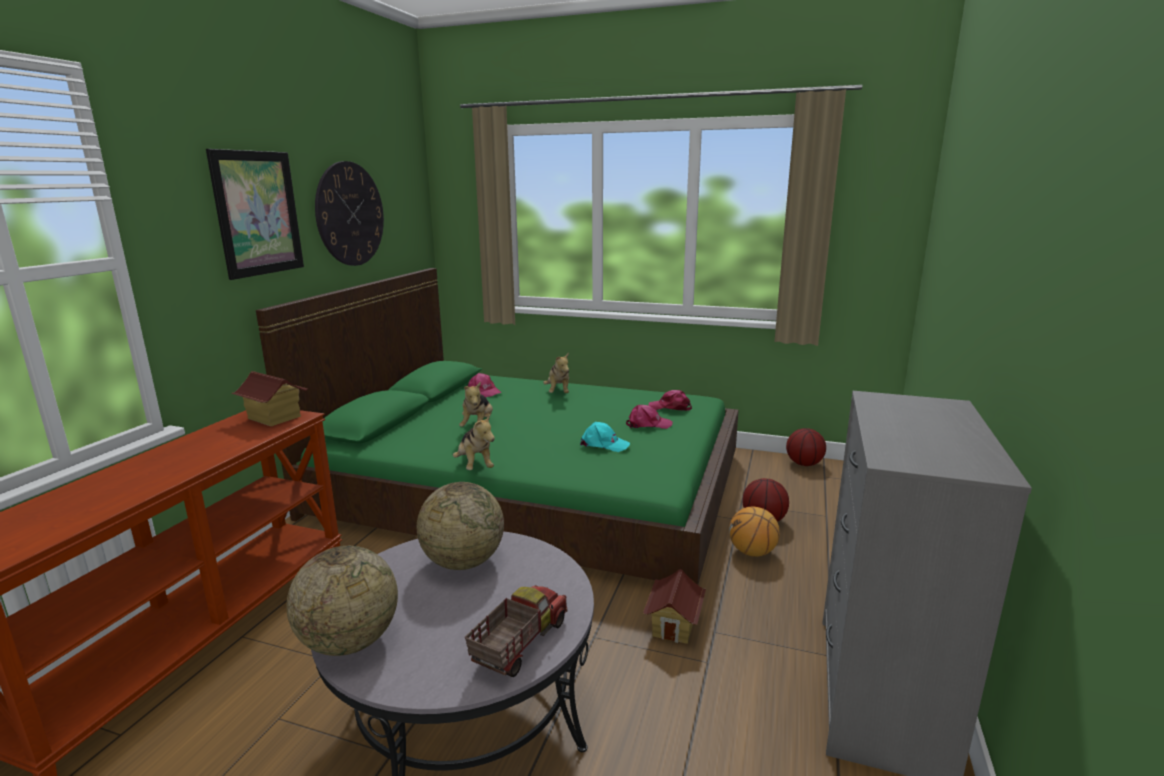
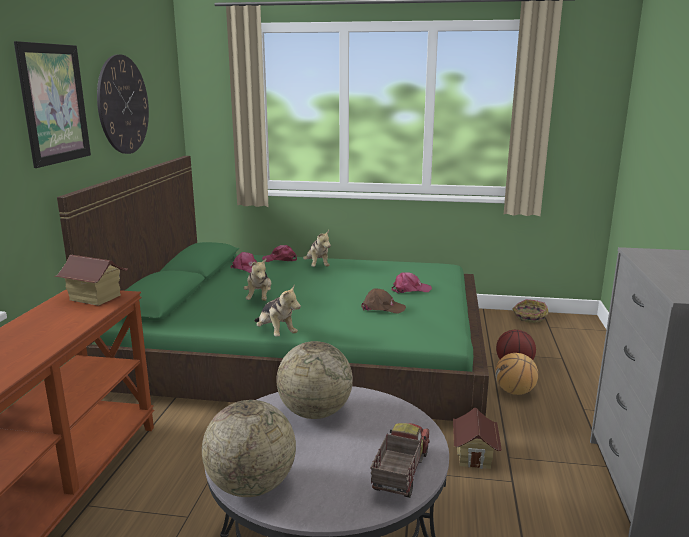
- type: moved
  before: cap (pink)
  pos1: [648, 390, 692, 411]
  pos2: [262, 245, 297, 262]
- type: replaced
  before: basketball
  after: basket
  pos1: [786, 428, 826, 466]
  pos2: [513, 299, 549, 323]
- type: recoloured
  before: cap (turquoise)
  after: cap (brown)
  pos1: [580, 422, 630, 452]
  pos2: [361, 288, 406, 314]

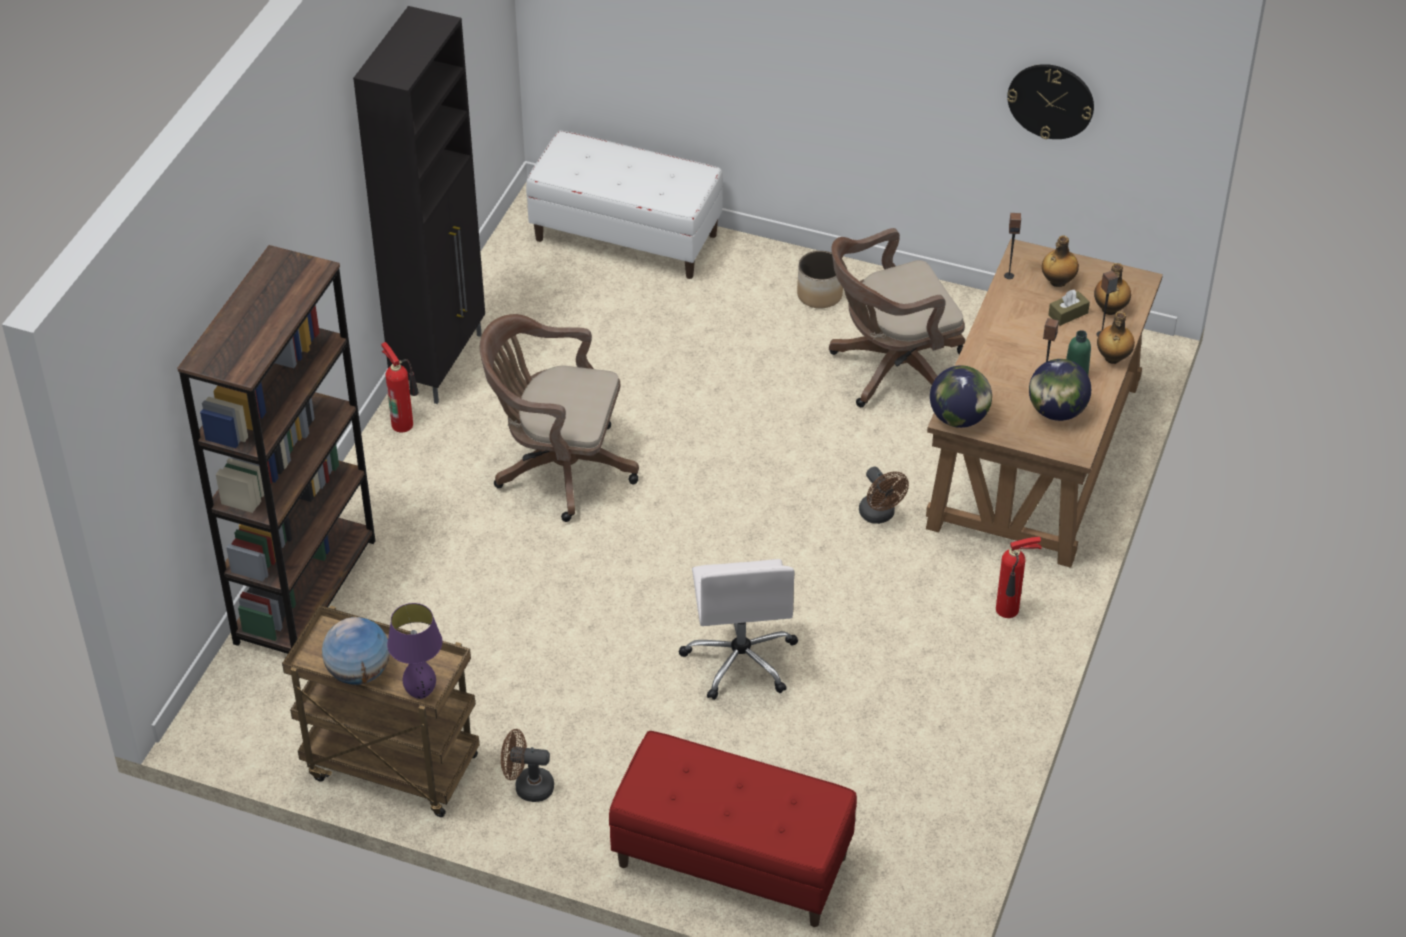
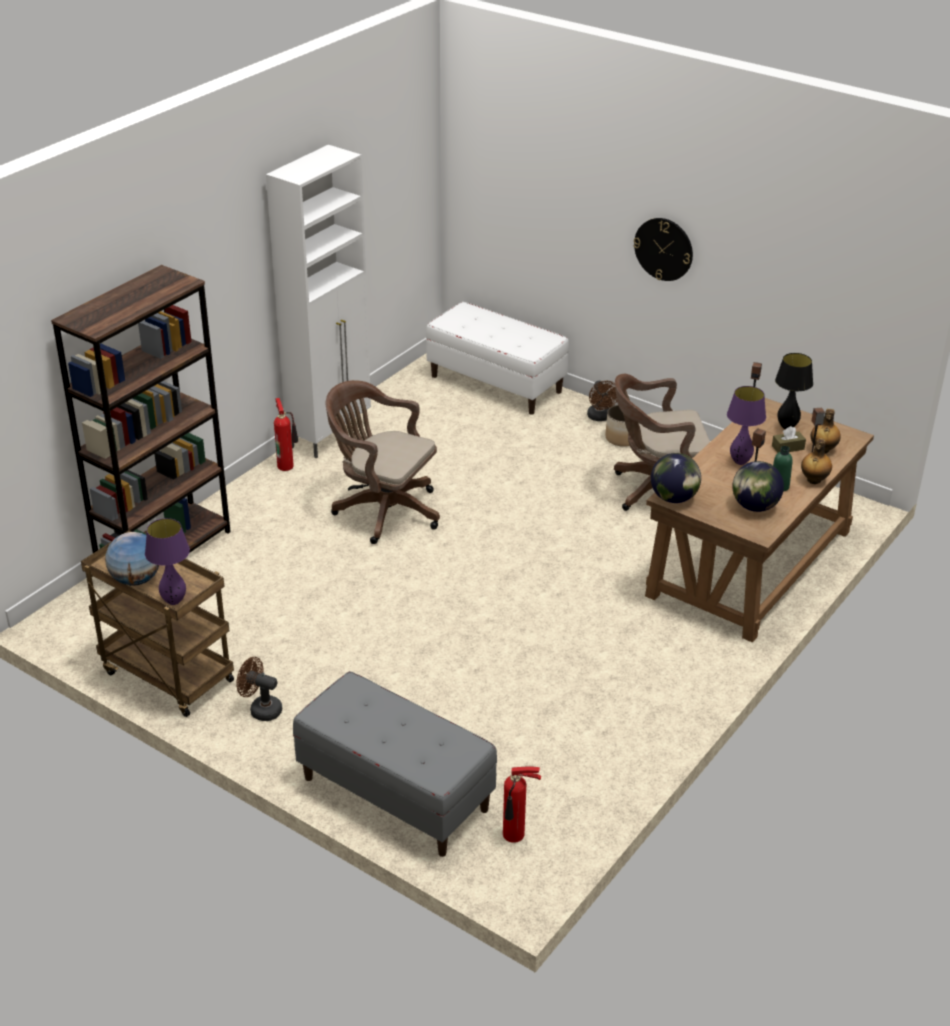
- type: removed
  before: office chair (white)
  pos1: [679, 559, 798, 700]
- type: added
  after: table lamp (purple)
  pos2: [727, 386, 766, 465]
- type: moved
  before: fan (brown)
  pos1: [859, 467, 909, 524]
  pos2: [587, 381, 617, 421]
- type: moved
  before: fire extinguisher
  pos1: [996, 537, 1042, 618]
  pos2: [503, 766, 541, 843]
- type: moved
  before: wall clock
  pos1: [1007, 64, 1094, 139]
  pos2: [633, 218, 693, 281]
- type: replaced
  before: bottle
  after: table lamp (black)
  pos1: [1042, 235, 1079, 287]
  pos2: [775, 353, 813, 429]
- type: recoloured
  before: cabinet (black)
  after: cabinet (white)
  pos1: [353, 6, 485, 404]
  pos2: [266, 145, 371, 458]
- type: recoloured
  before: bench (red)
  after: bench (grey)
  pos1: [609, 731, 857, 927]
  pos2: [293, 671, 497, 857]

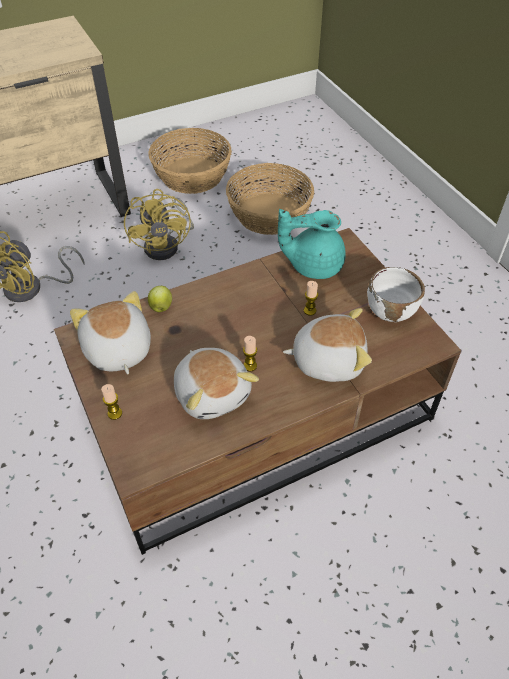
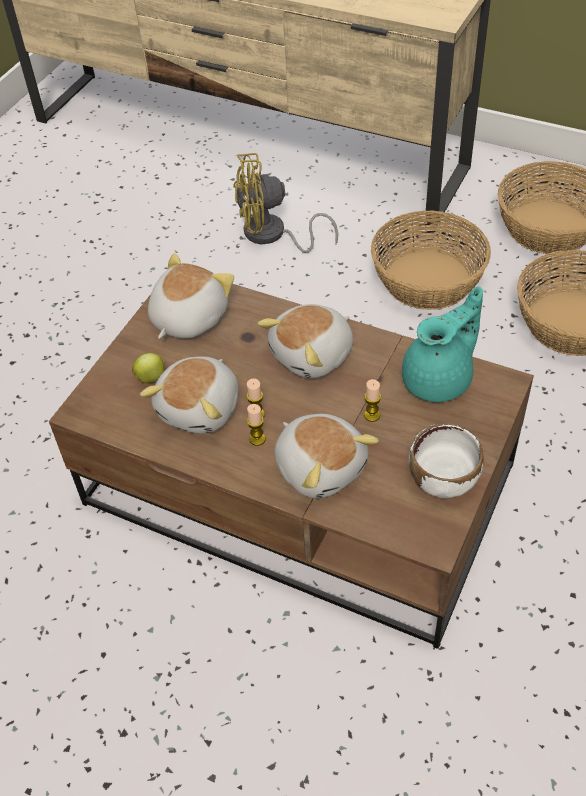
- type: added
  after: plush toy
  pos2: [257, 304, 353, 379]
- type: moved
  before: candle
  pos1: [101, 384, 122, 420]
  pos2: [247, 404, 266, 446]
- type: moved
  before: apple
  pos1: [148, 286, 172, 312]
  pos2: [132, 353, 165, 383]
- type: replaced
  before: fan (yellow)
  after: basket
  pos1: [124, 189, 194, 260]
  pos2: [371, 210, 491, 310]
- type: turned
  before: teapot (turquoise)
  pos1: [278, 209, 346, 279]
  pos2: [402, 286, 483, 402]
  turn: 90

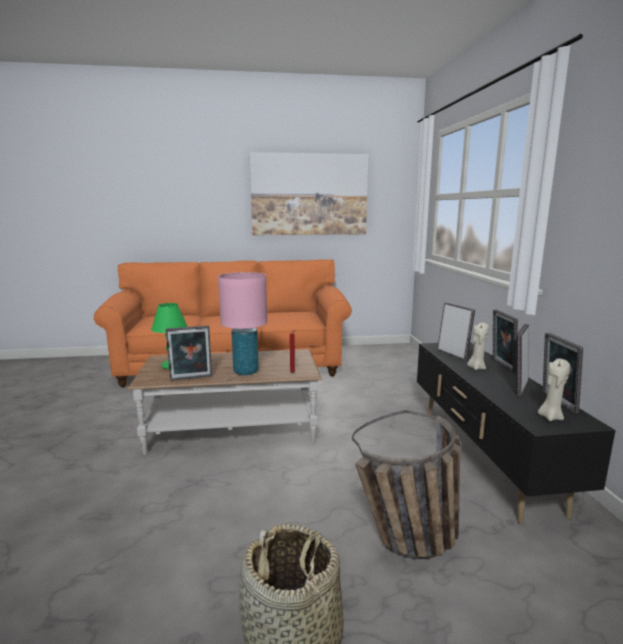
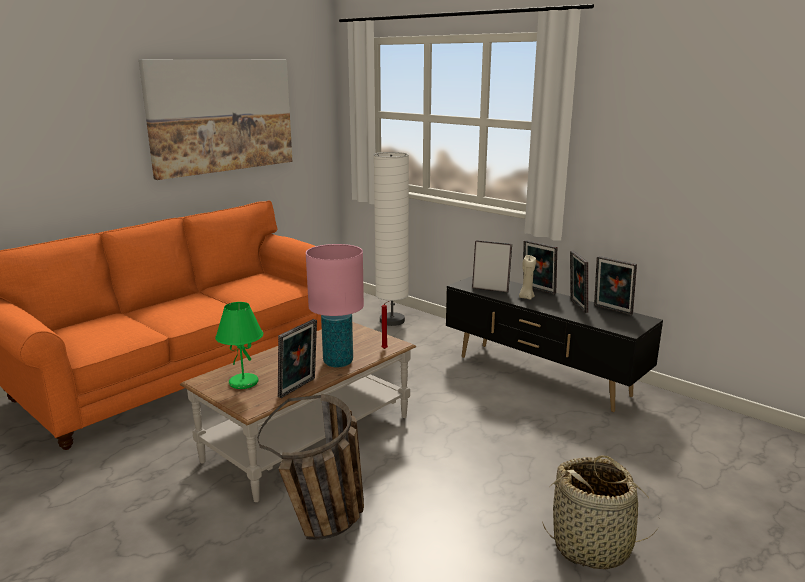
- type: removed
  before: candle (beige)
  pos1: [538, 359, 570, 421]
- type: added
  after: floor lamp (white)
  pos2: [374, 152, 409, 326]
- type: moved
  before: basket
  pos1: [352, 410, 460, 559]
  pos2: [258, 394, 364, 540]

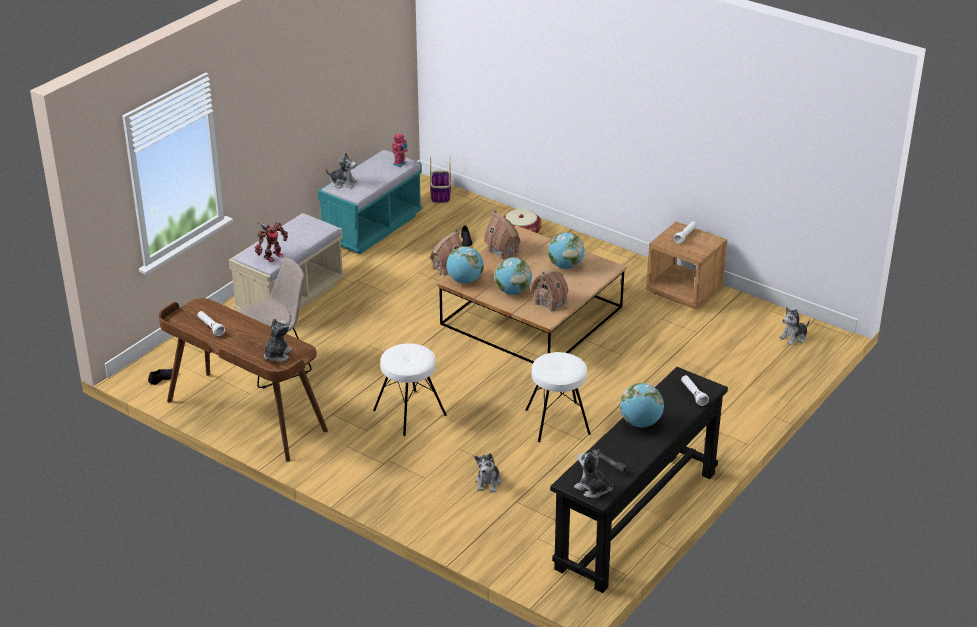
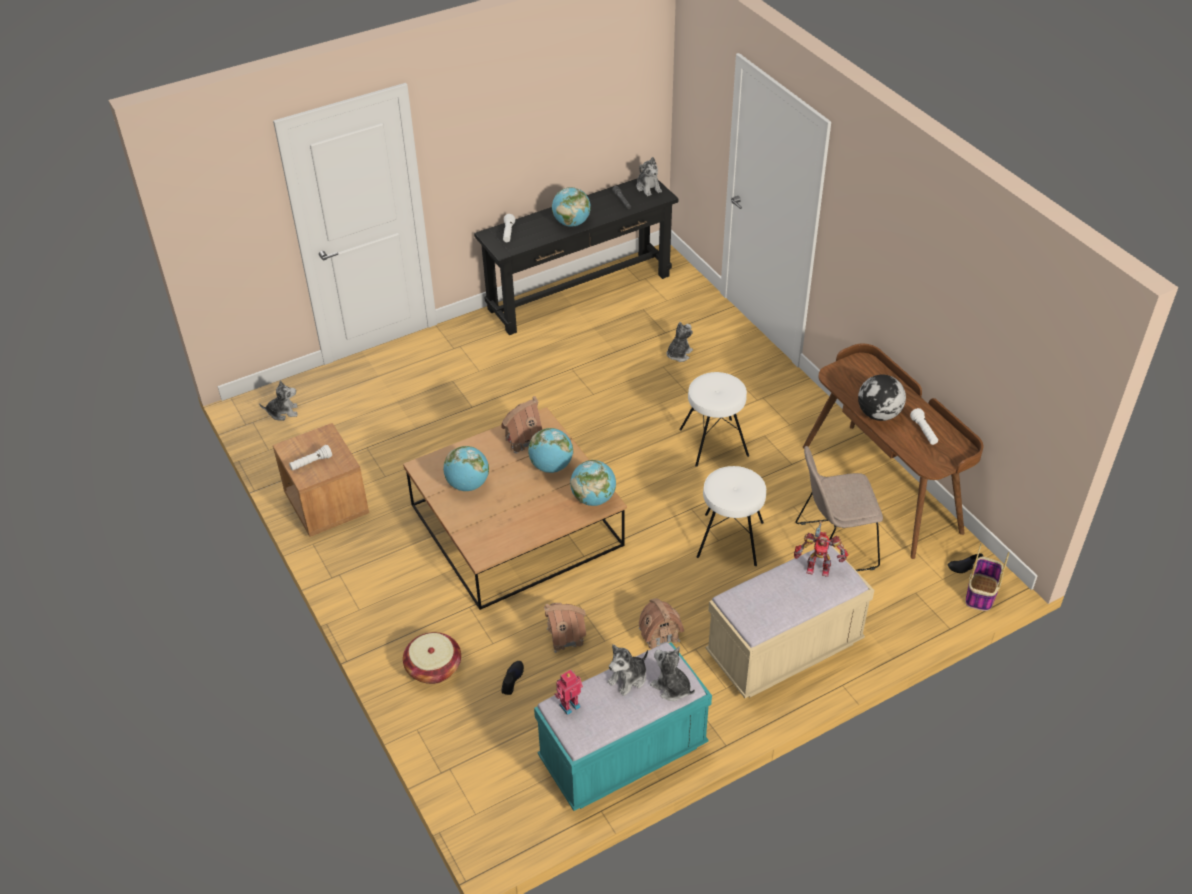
- type: added
  after: globe
  pos2: [858, 374, 906, 421]
- type: moved
  before: plush toy
  pos1: [264, 318, 292, 362]
  pos2: [607, 644, 648, 696]
- type: moved
  before: basket
  pos1: [430, 156, 451, 203]
  pos2: [965, 543, 1009, 611]
- type: moved
  before: toy house
  pos1: [484, 209, 521, 259]
  pos2: [639, 598, 684, 649]
- type: moved
  before: stool (white)
  pos1: [526, 352, 591, 442]
  pos2: [697, 466, 766, 566]
- type: turned
  before: toy robot
  pos1: [255, 222, 288, 262]
  pos2: [794, 521, 848, 577]
  turn: -150

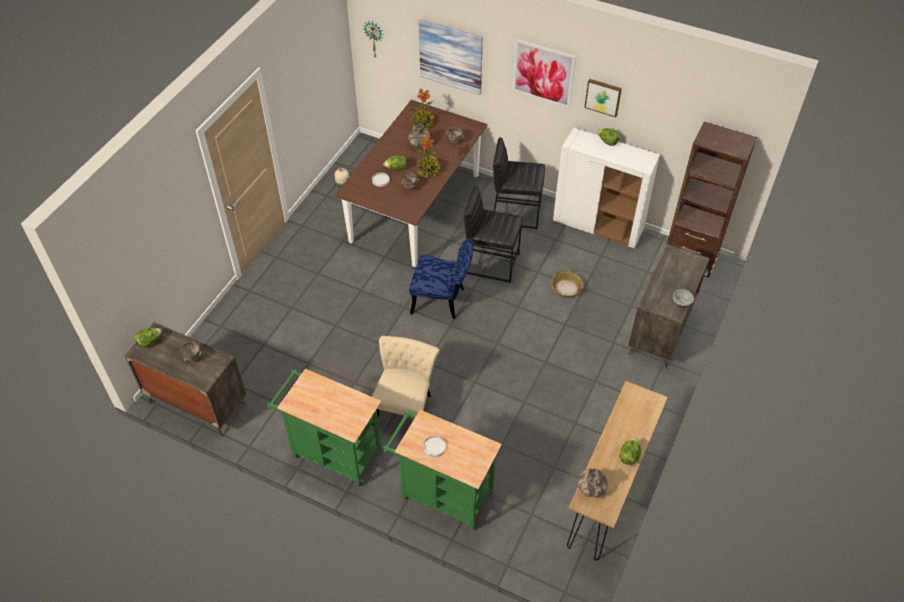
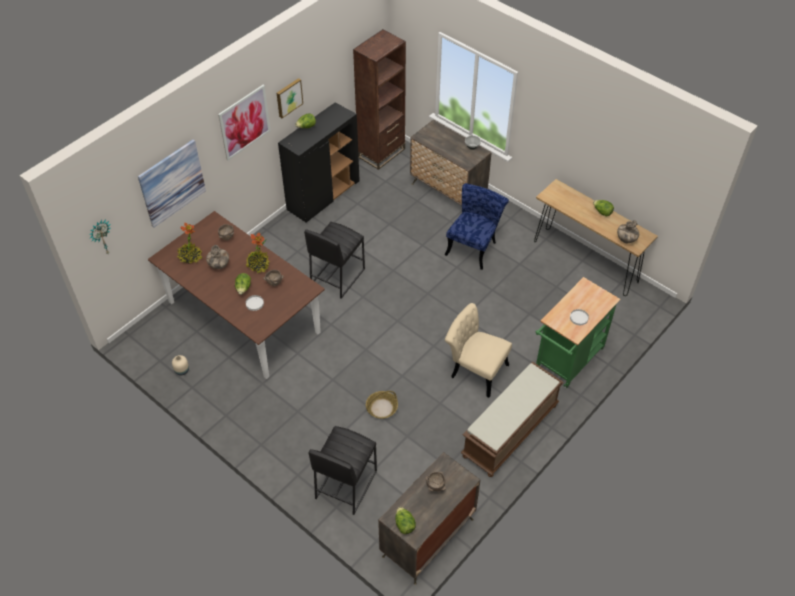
- type: moved
  before: chair (blue)
  pos1: [409, 239, 474, 319]
  pos2: [445, 183, 509, 270]
- type: moved
  before: stool (black)
  pos1: [493, 138, 545, 229]
  pos2: [309, 426, 377, 515]
- type: moved
  before: basket
  pos1: [551, 267, 583, 297]
  pos2: [366, 391, 398, 419]
- type: replaced
  before: cart (green)
  after: bench (brown)
  pos1: [267, 369, 382, 487]
  pos2: [461, 362, 564, 477]
- type: recoloured
  before: cabinet (white)
  after: cabinet (black)
  pos1: [553, 128, 660, 248]
  pos2: [278, 102, 360, 223]

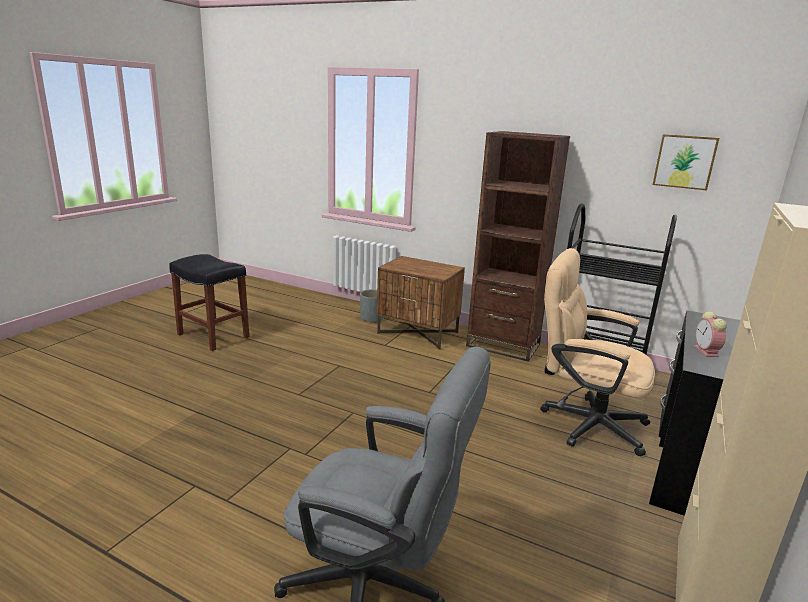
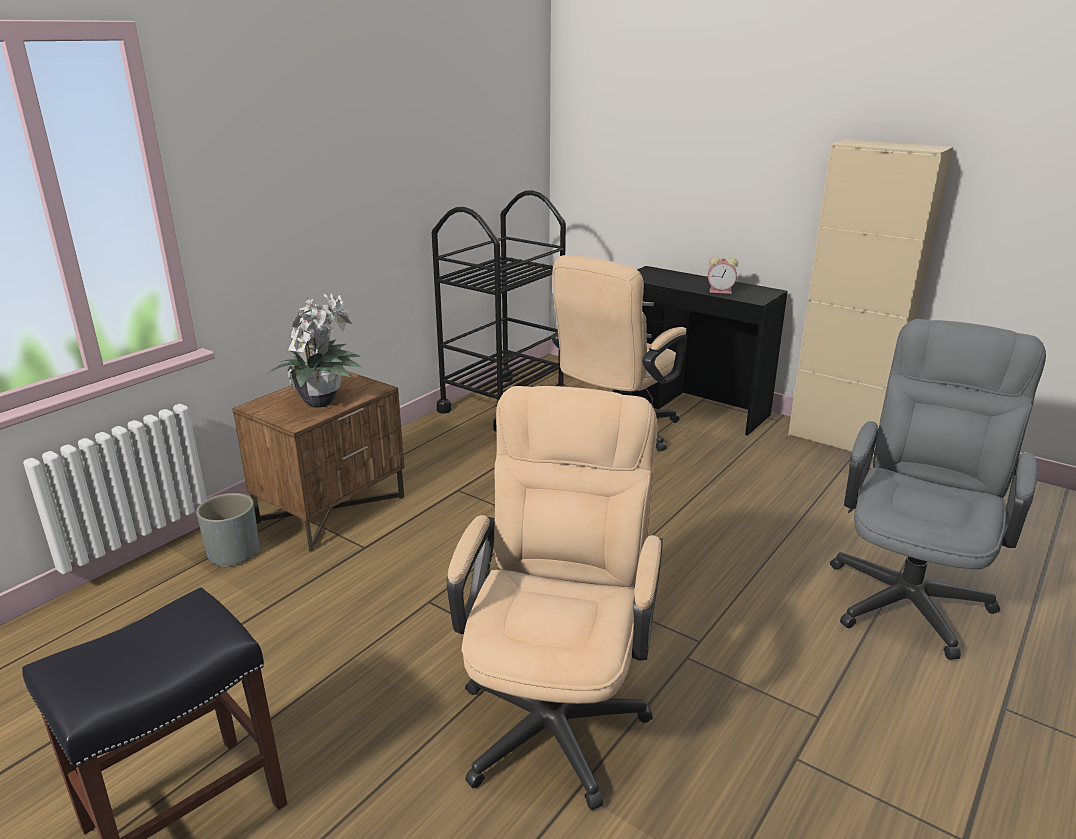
- type: removed
  before: bookcase (brown)
  pos1: [466, 131, 570, 362]
- type: removed
  before: picture
  pos1: [653, 134, 719, 190]
- type: added
  after: potted plant
  pos2: [264, 294, 362, 408]
- type: added
  after: office chair (beige)
  pos2: [447, 386, 663, 810]

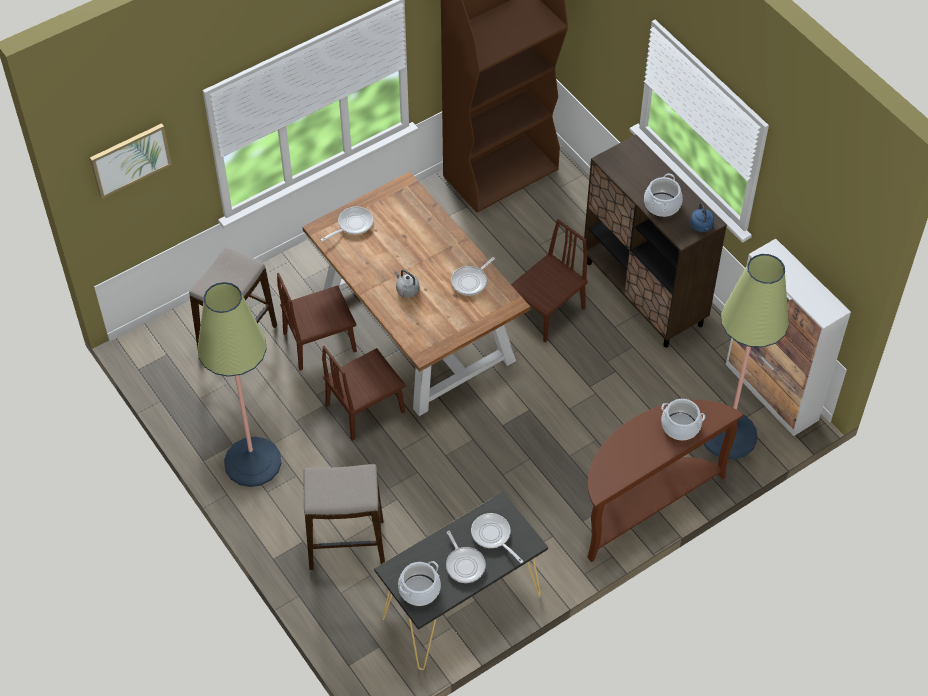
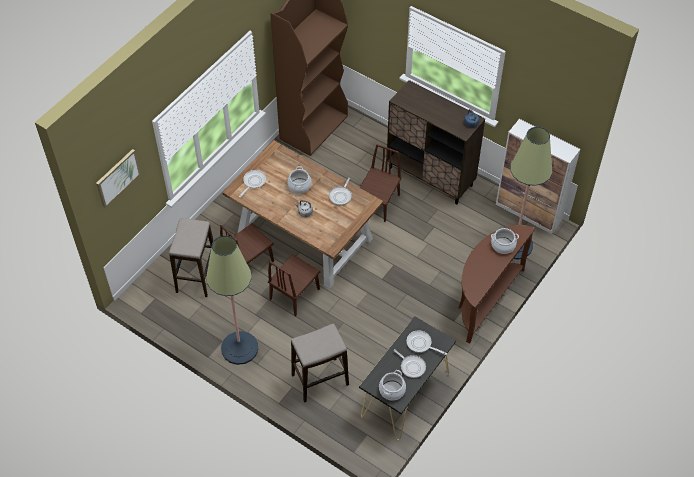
- type: moved
  before: cooking pot
  pos1: [644, 173, 683, 217]
  pos2: [287, 166, 312, 194]

